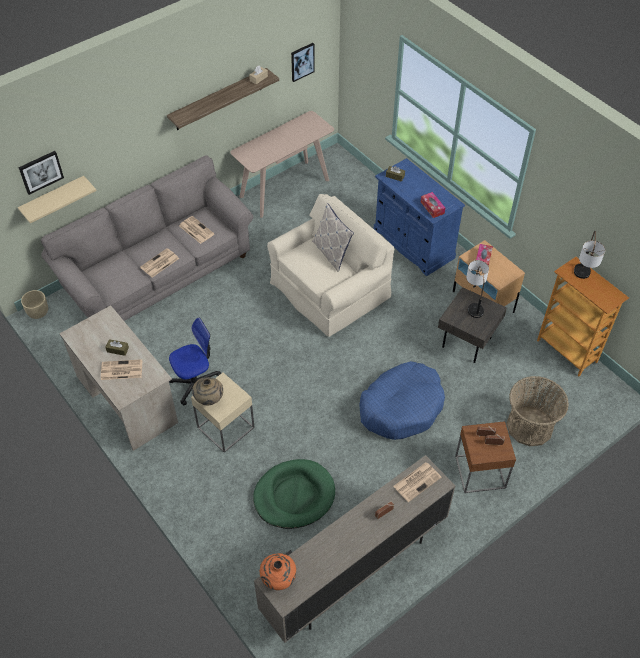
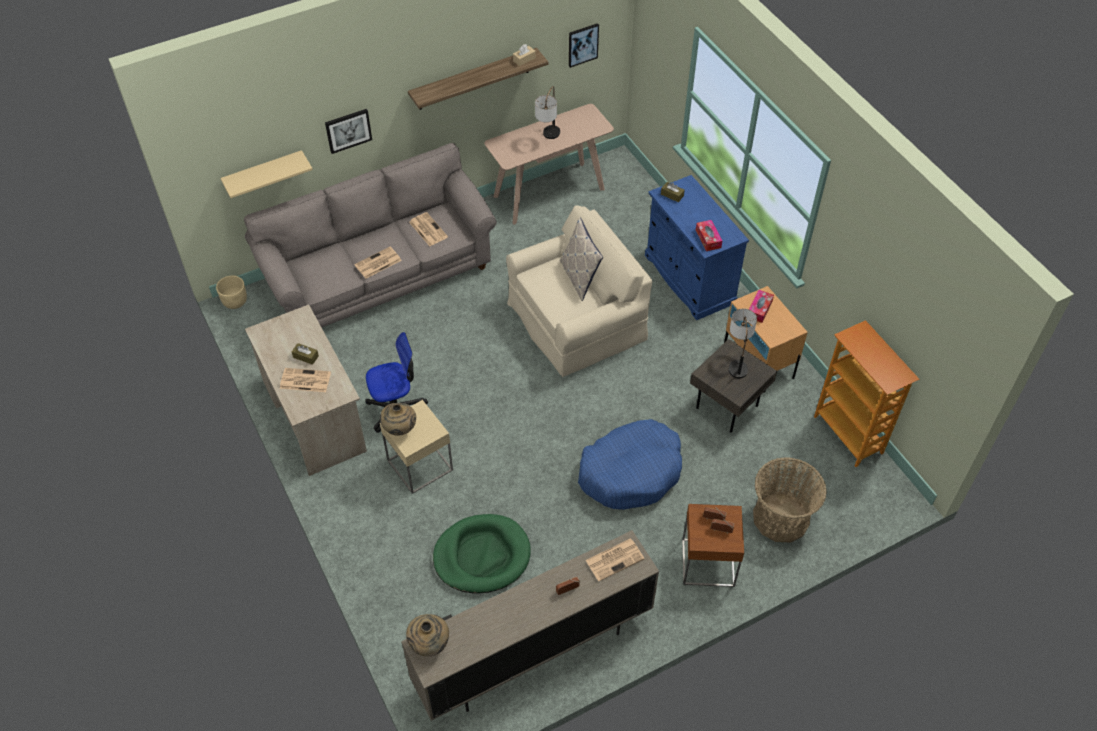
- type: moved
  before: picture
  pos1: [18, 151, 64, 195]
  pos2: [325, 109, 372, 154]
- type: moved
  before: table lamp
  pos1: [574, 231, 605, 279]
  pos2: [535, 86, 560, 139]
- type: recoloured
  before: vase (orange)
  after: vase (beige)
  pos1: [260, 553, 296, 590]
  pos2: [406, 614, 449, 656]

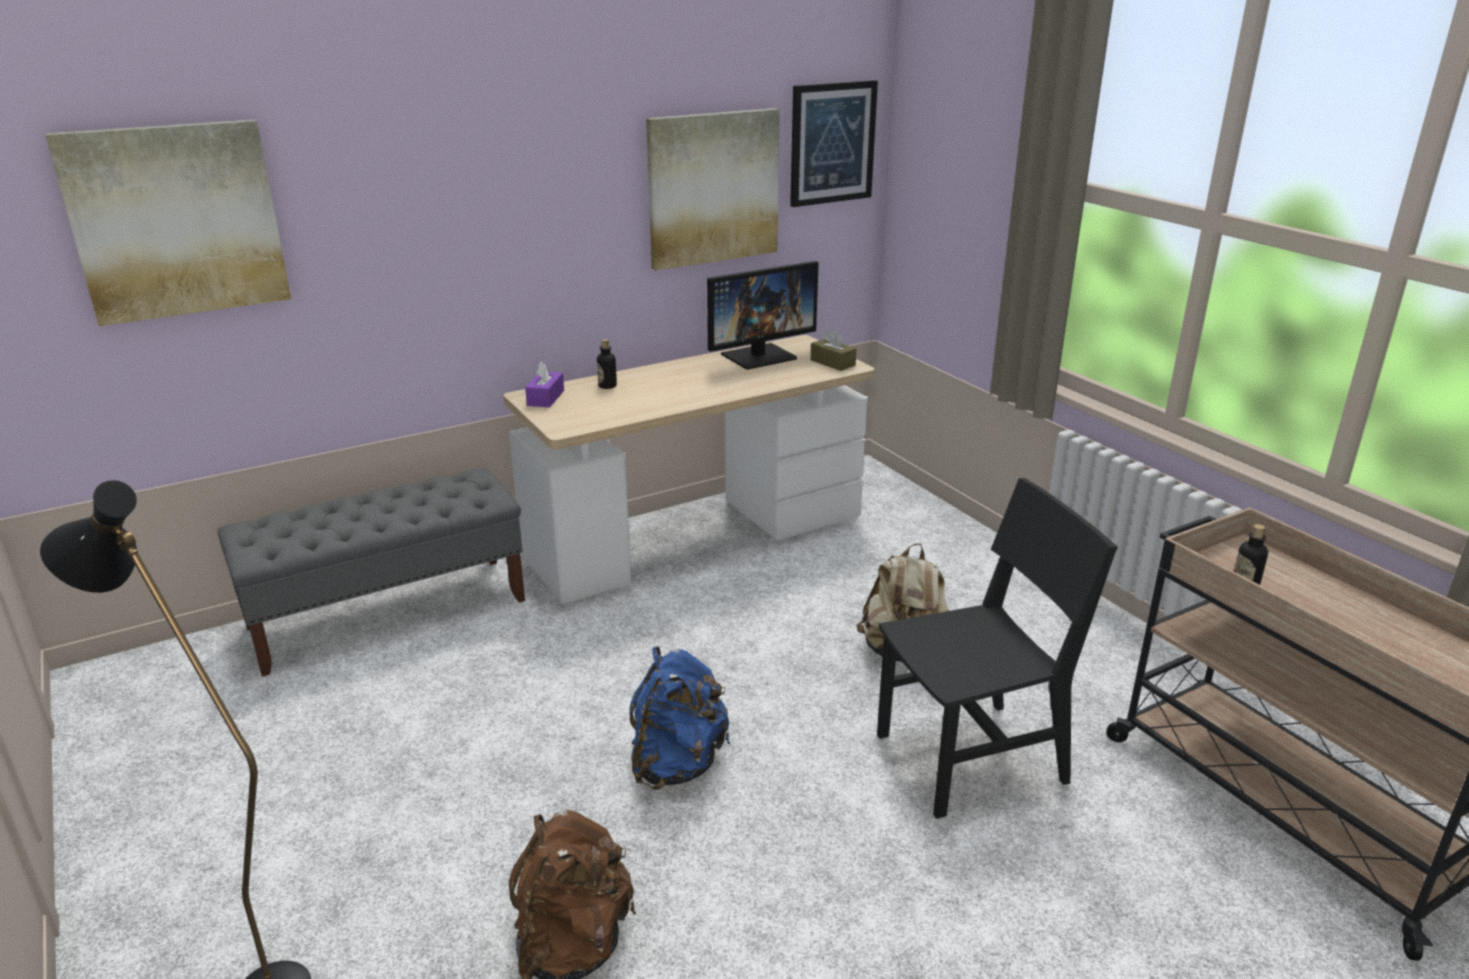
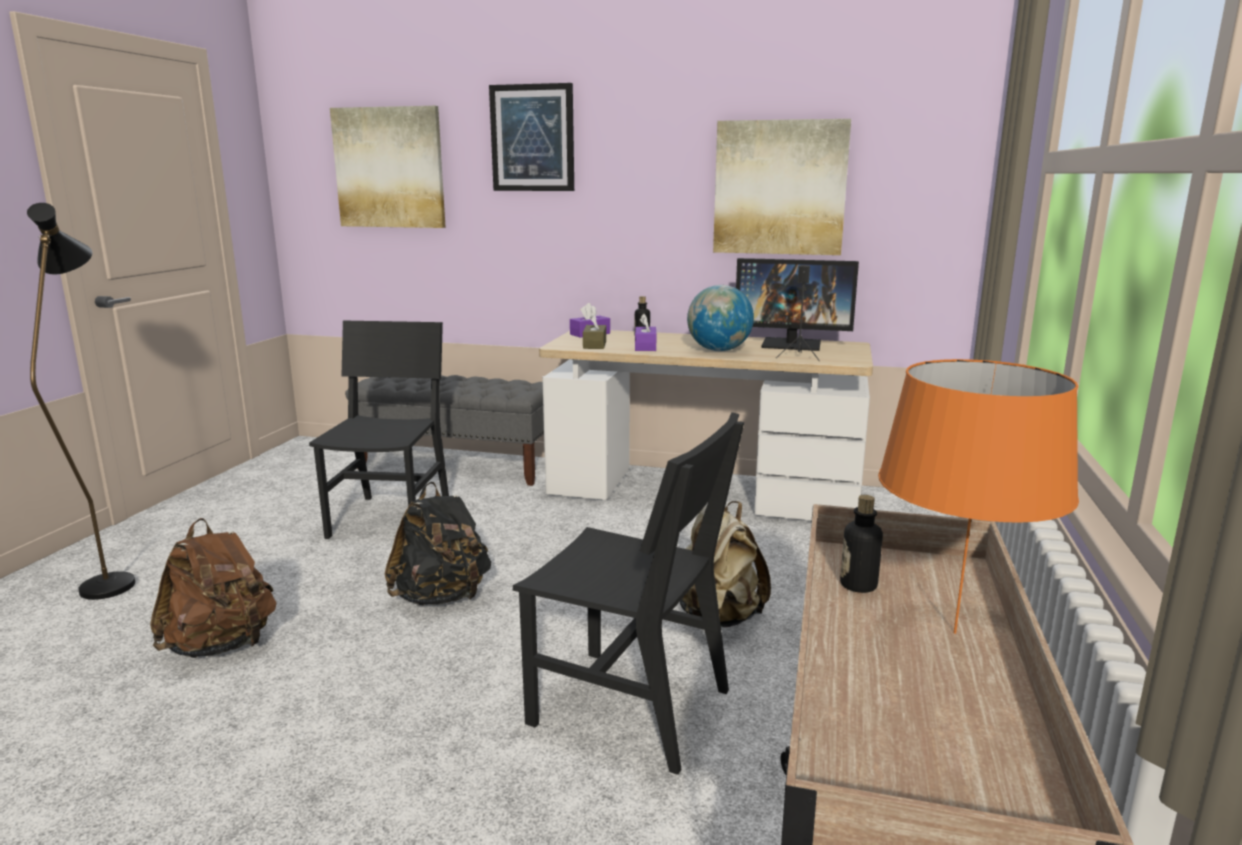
- type: added
  after: chair (black)
  pos2: [309, 321, 449, 539]
- type: added
  after: tissue box (purple)
  pos2: [635, 314, 656, 351]
- type: added
  after: globe
  pos2: [687, 285, 754, 351]
- type: added
  after: speaker (black)
  pos2: [776, 265, 820, 361]
- type: added
  after: table lamp (orange)
  pos2: [878, 359, 1079, 634]
- type: moved
  before: picture
  pos1: [790, 80, 878, 207]
  pos2: [489, 83, 574, 191]
- type: moved
  before: tissue box (brown)
  pos1: [811, 329, 856, 371]
  pos2: [583, 312, 606, 349]
- type: recoloured
  before: backpack (blue)
  after: backpack (black)
  pos1: [630, 646, 730, 790]
  pos2: [384, 482, 491, 606]

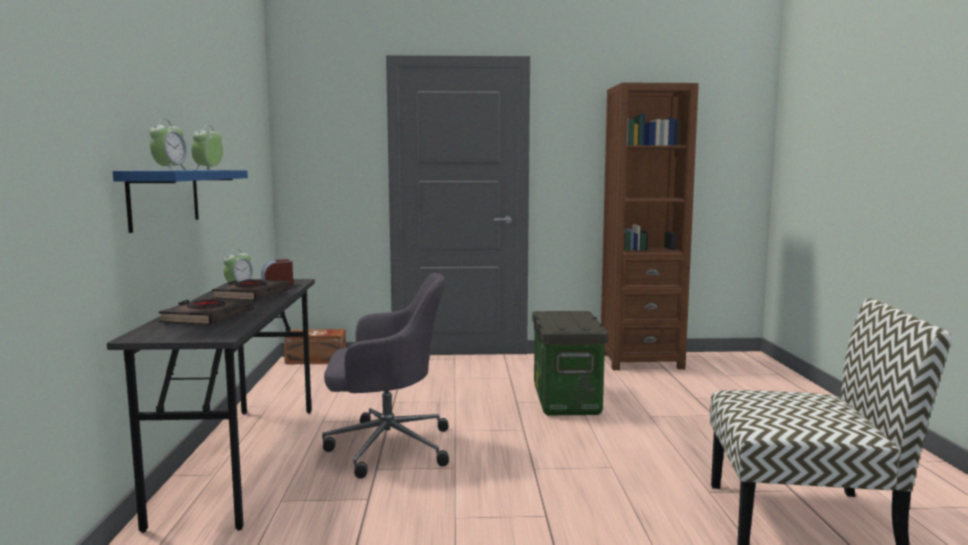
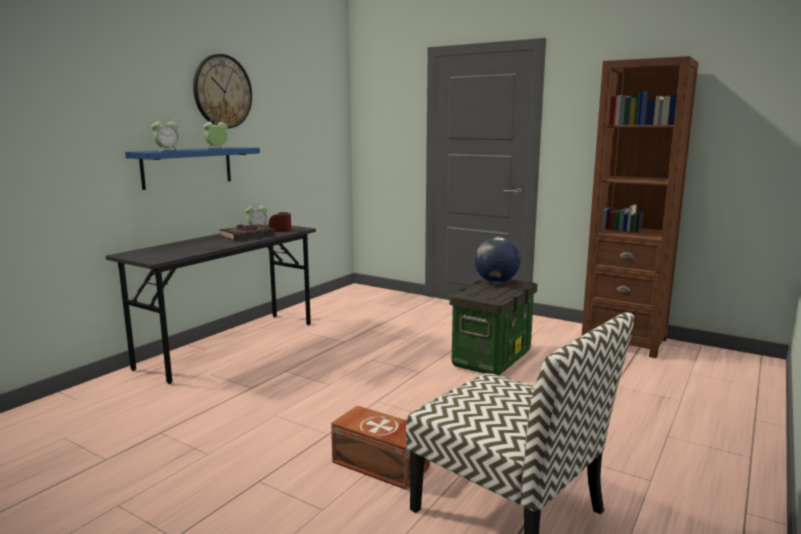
- type: removed
  before: book (black)
  pos1: [159, 297, 254, 325]
- type: removed
  before: office chair (grey)
  pos1: [322, 273, 449, 479]
- type: added
  after: wall clock
  pos2: [193, 54, 252, 128]
- type: added
  after: globe
  pos2: [474, 237, 521, 283]
- type: moved
  before: storage box (brown)
  pos1: [284, 329, 346, 364]
  pos2: [331, 405, 430, 490]

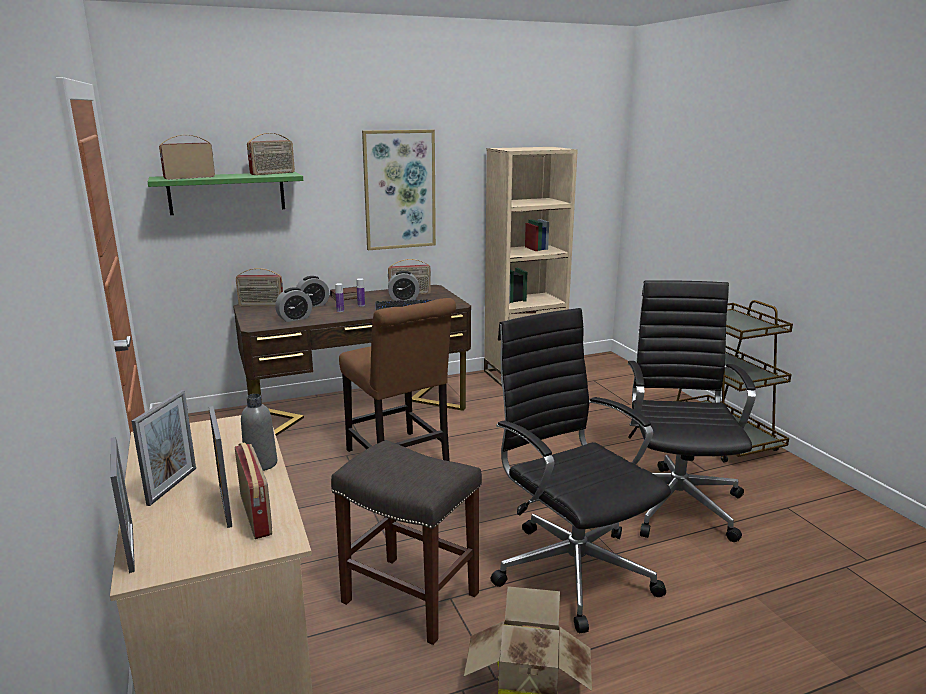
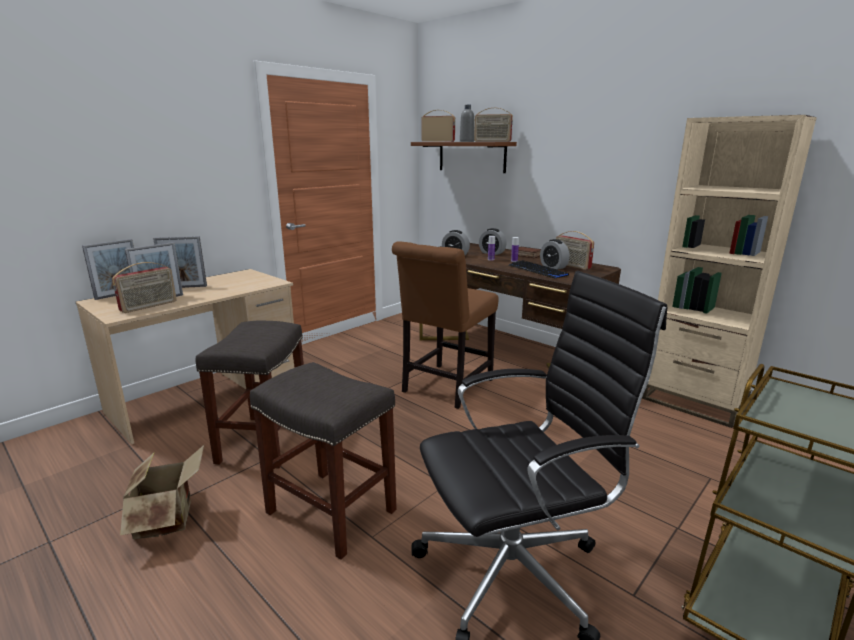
- type: removed
  before: radio
  pos1: [236, 268, 283, 306]
- type: removed
  before: picture
  pos1: [362, 130, 436, 250]
- type: moved
  before: bottle (grey)
  pos1: [241, 394, 277, 471]
  pos2: [460, 105, 474, 142]
- type: replaced
  before: office chair (black)
  after: stool (grey)
  pos1: [491, 308, 671, 633]
  pos2: [250, 362, 397, 560]
- type: recoloured
  before: shelf (green)
  after: shelf (brown)
  pos1: [148, 172, 303, 215]
  pos2: [411, 142, 517, 173]

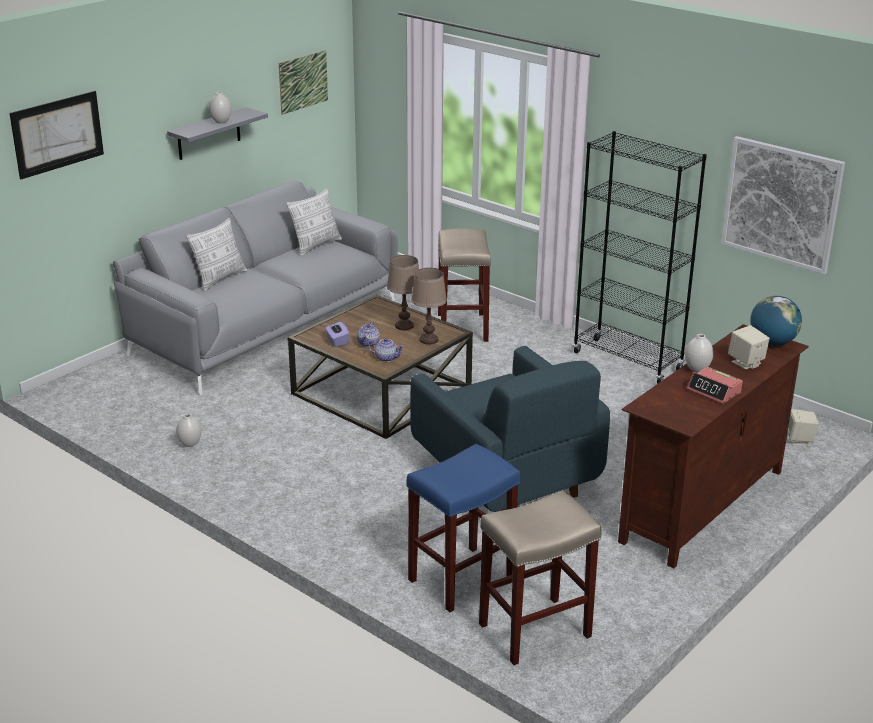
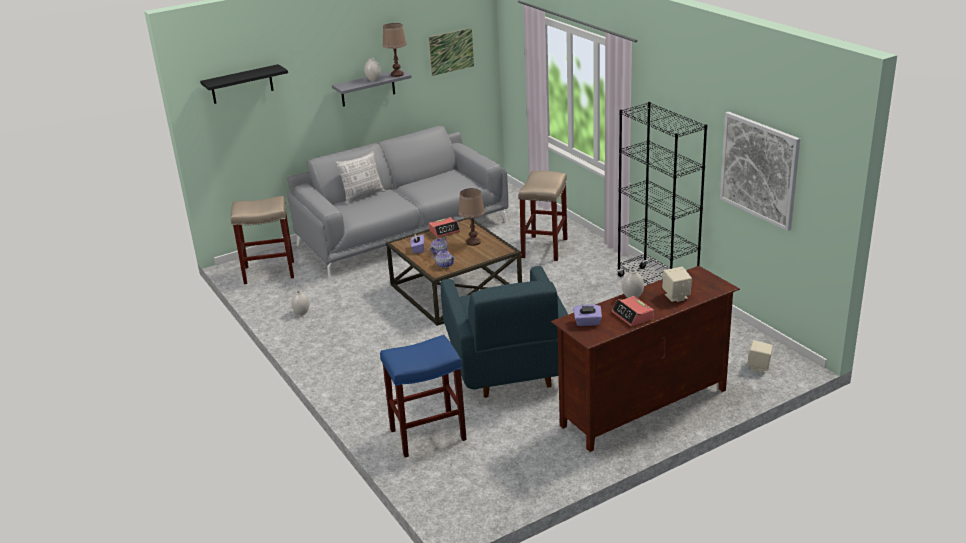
- type: removed
  before: pillow
  pos1: [286, 189, 342, 256]
- type: removed
  before: globe
  pos1: [750, 296, 802, 346]
- type: added
  after: alarm clock
  pos2: [429, 217, 460, 238]
- type: added
  after: tissue box (purple)
  pos2: [573, 305, 602, 326]
- type: moved
  before: table lamp (brown)
  pos1: [411, 268, 447, 344]
  pos2: [382, 23, 407, 77]
- type: moved
  before: stool (beige)
  pos1: [479, 491, 602, 665]
  pos2: [231, 196, 294, 284]
- type: replaced
  before: picture
  after: shelf (black)
  pos1: [9, 91, 104, 179]
  pos2: [200, 64, 288, 104]

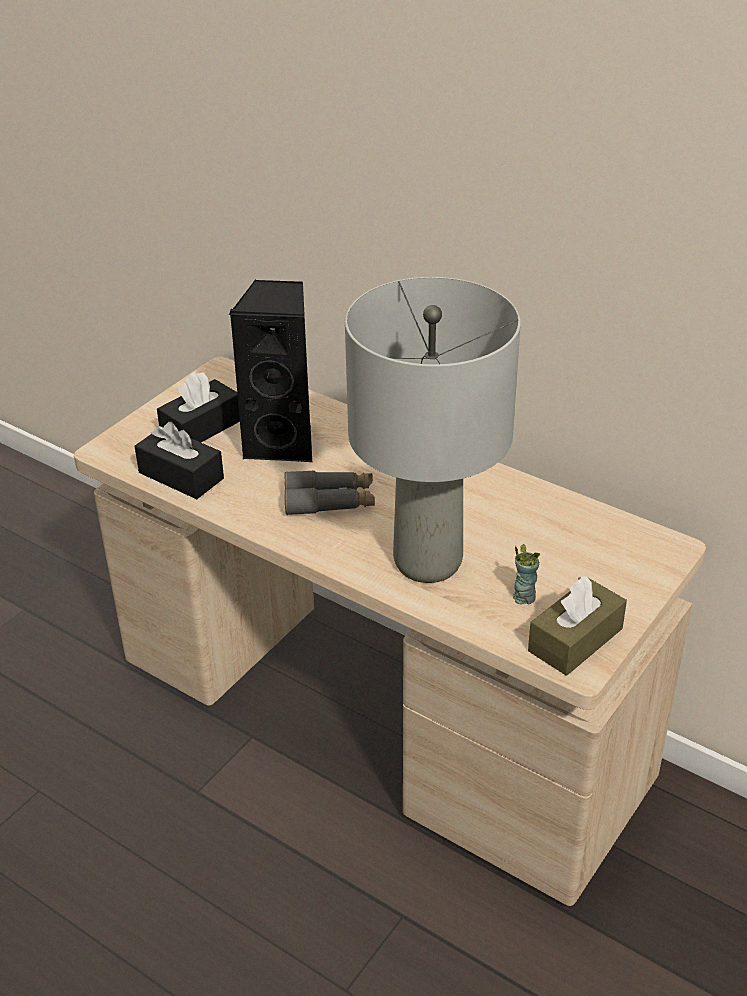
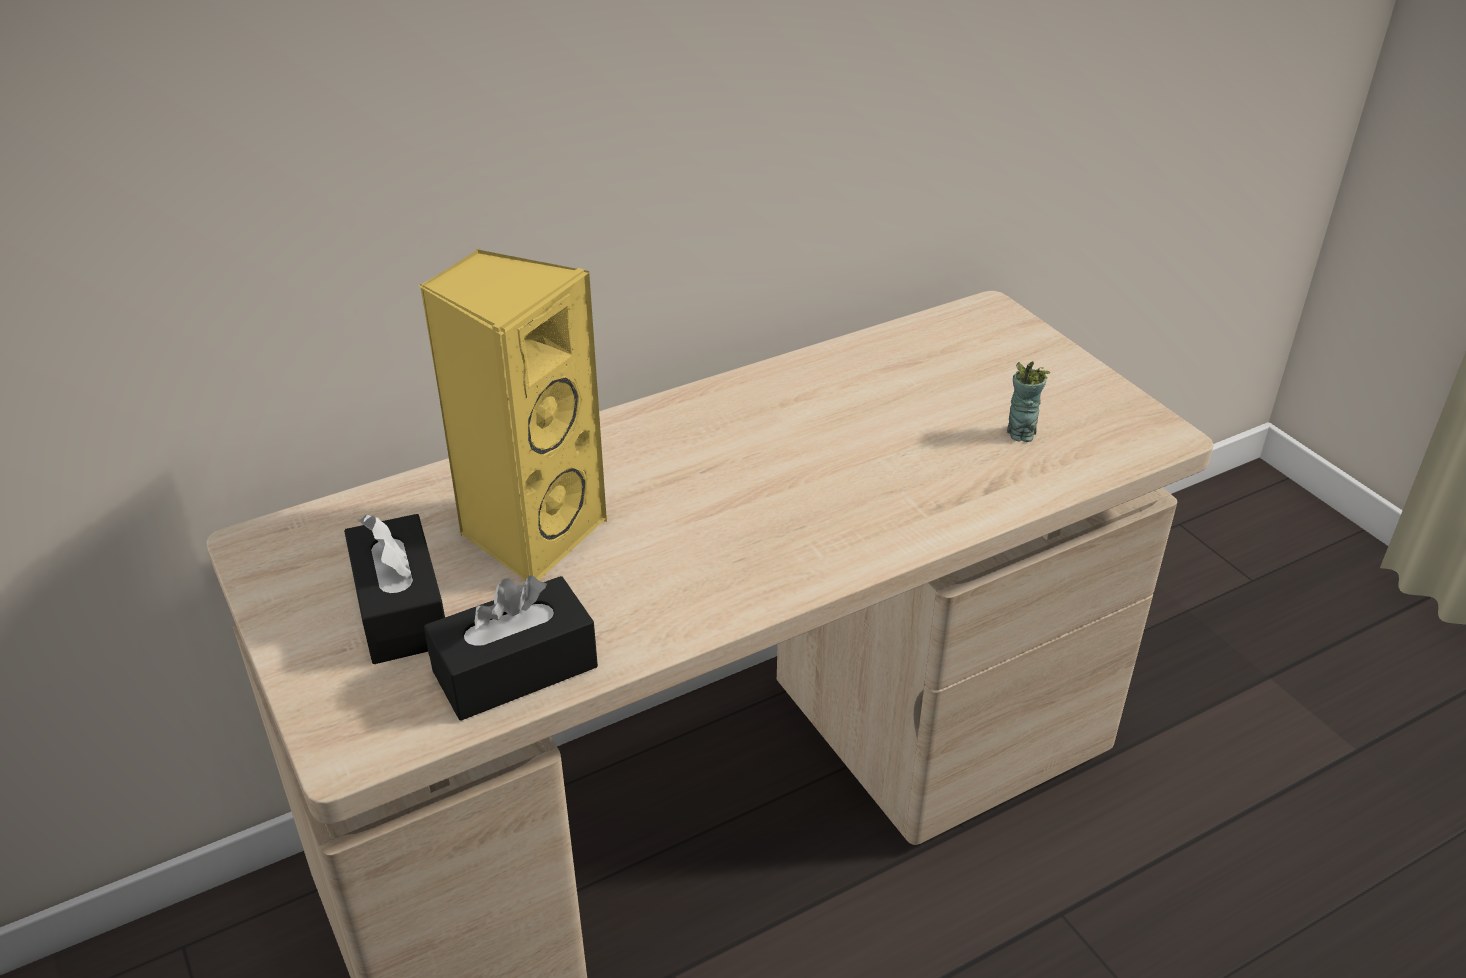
- type: removed
  before: binoculars (grey)
  pos1: [285, 470, 375, 515]
- type: removed
  before: table lamp (grey)
  pos1: [345, 277, 521, 583]
- type: removed
  before: tissue box (brown)
  pos1: [528, 576, 627, 676]
- type: recoloured
  before: speaker (black)
  after: speaker (yellow)
  pos1: [228, 280, 312, 462]
  pos2: [419, 248, 608, 582]

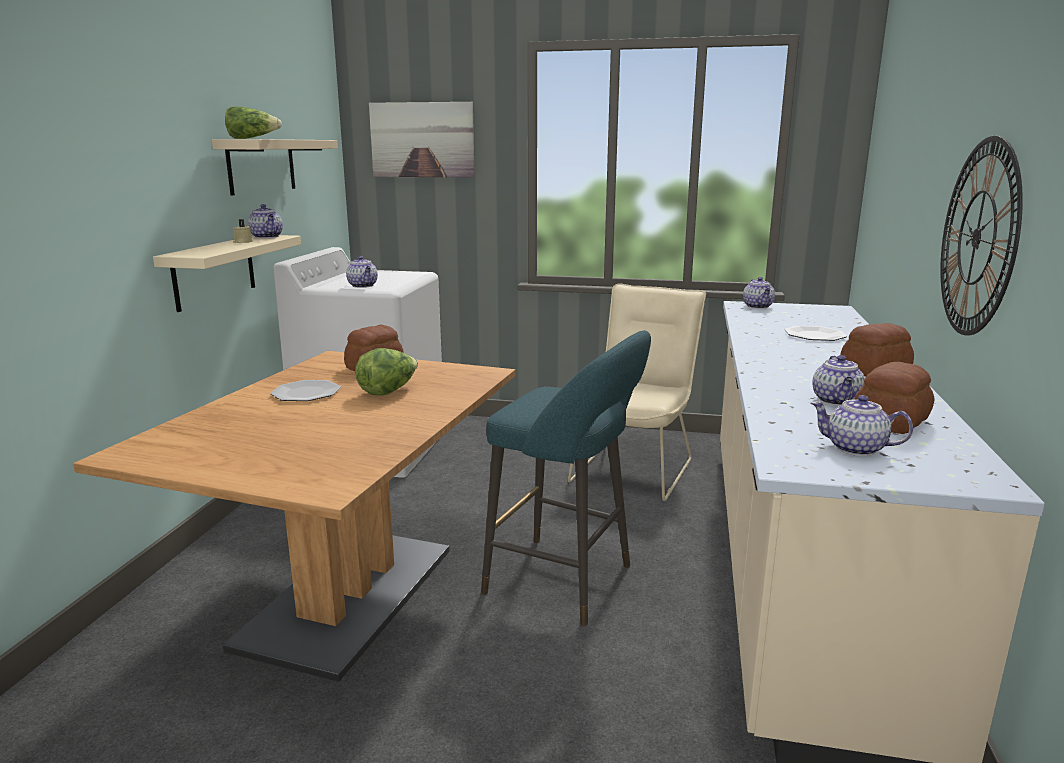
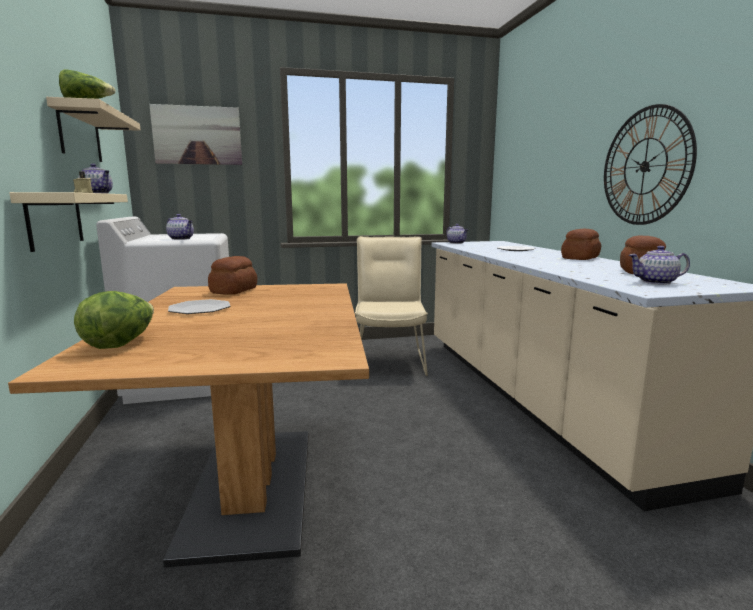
- type: removed
  before: stool (turquoise)
  pos1: [481, 331, 651, 626]
- type: removed
  before: teapot
  pos1: [812, 355, 865, 406]
- type: moved
  before: lettuce
  pos1: [355, 348, 418, 396]
  pos2: [74, 291, 154, 349]

